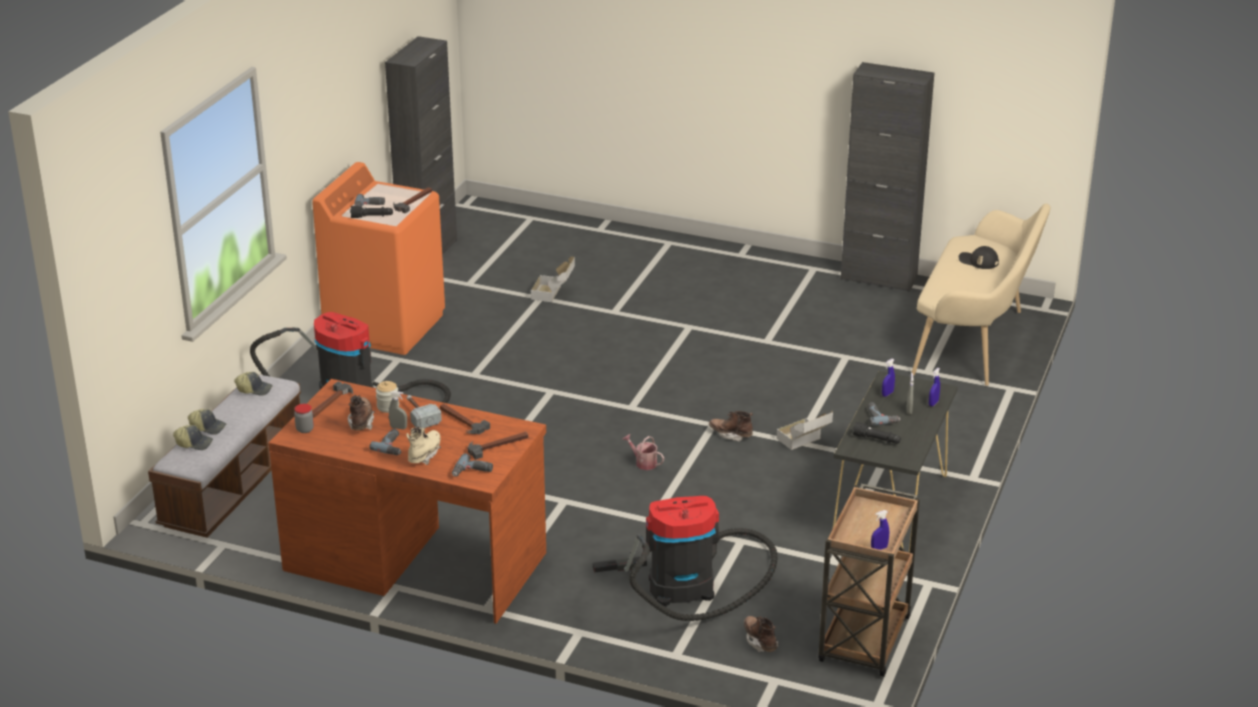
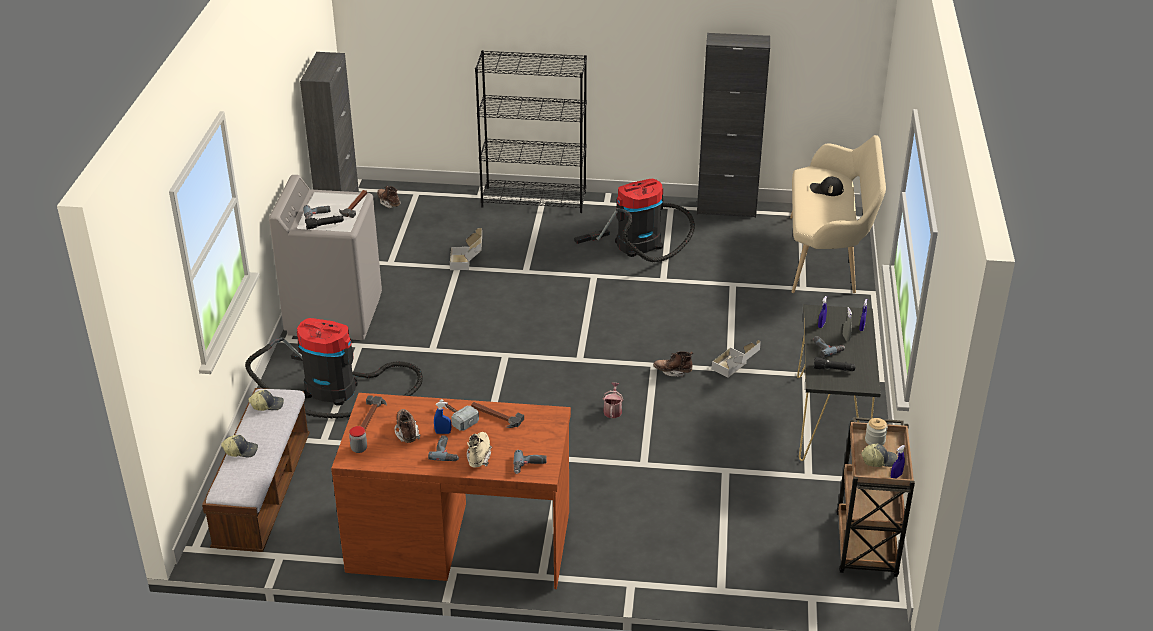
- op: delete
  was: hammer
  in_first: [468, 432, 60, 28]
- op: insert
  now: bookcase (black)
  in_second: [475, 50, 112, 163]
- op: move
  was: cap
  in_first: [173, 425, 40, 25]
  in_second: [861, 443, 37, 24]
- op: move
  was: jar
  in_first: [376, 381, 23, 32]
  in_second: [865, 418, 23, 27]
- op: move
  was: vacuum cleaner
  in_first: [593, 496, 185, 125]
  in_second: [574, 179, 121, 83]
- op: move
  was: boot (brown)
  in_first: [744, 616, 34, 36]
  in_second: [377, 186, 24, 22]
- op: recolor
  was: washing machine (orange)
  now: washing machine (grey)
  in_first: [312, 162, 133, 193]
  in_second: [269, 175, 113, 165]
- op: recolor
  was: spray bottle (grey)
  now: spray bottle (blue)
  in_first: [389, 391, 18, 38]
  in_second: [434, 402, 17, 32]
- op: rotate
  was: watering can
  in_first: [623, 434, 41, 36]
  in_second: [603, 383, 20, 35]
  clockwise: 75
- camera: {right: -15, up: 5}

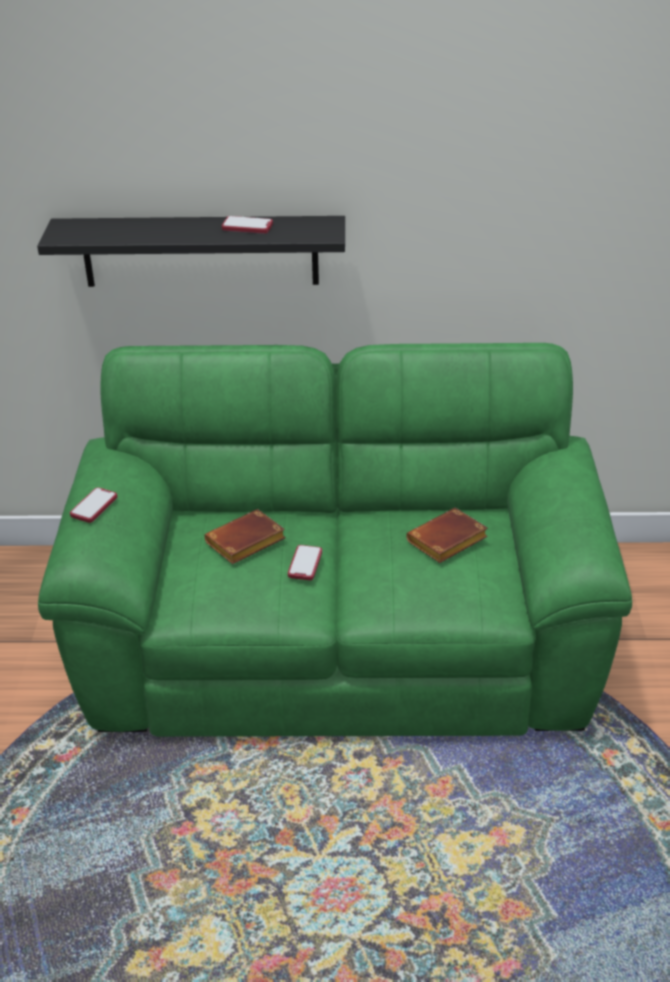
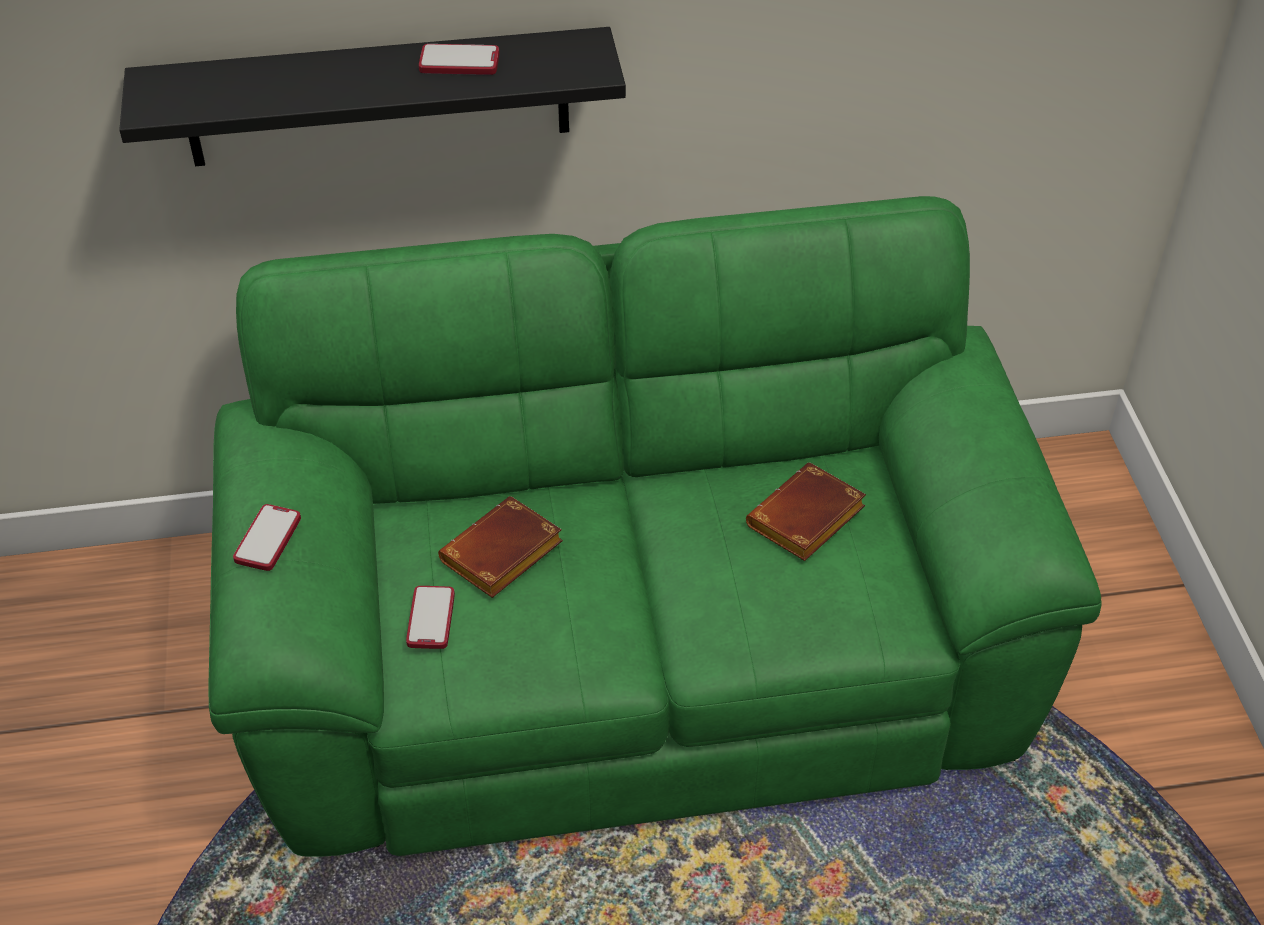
- op: move
  was: phone
  in_first: [288, 545, 34, 35]
  in_second: [406, 586, 49, 63]
- camera: {right: -10, up: 10}

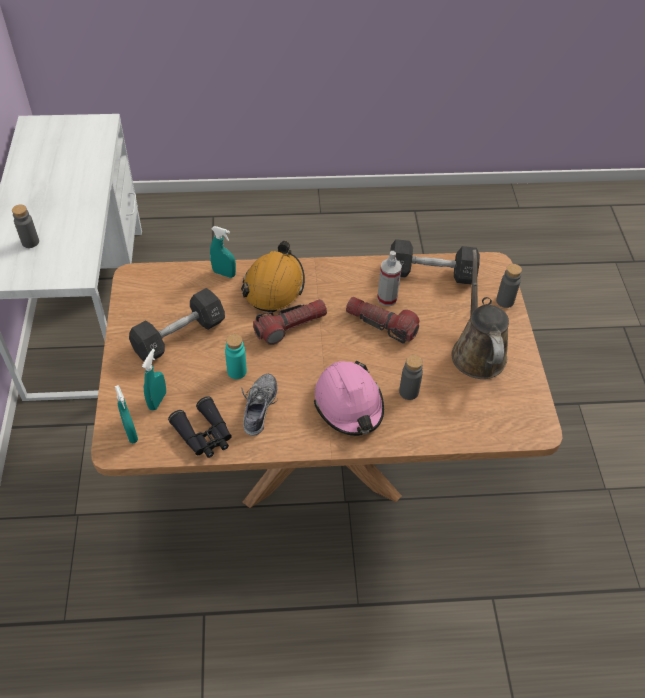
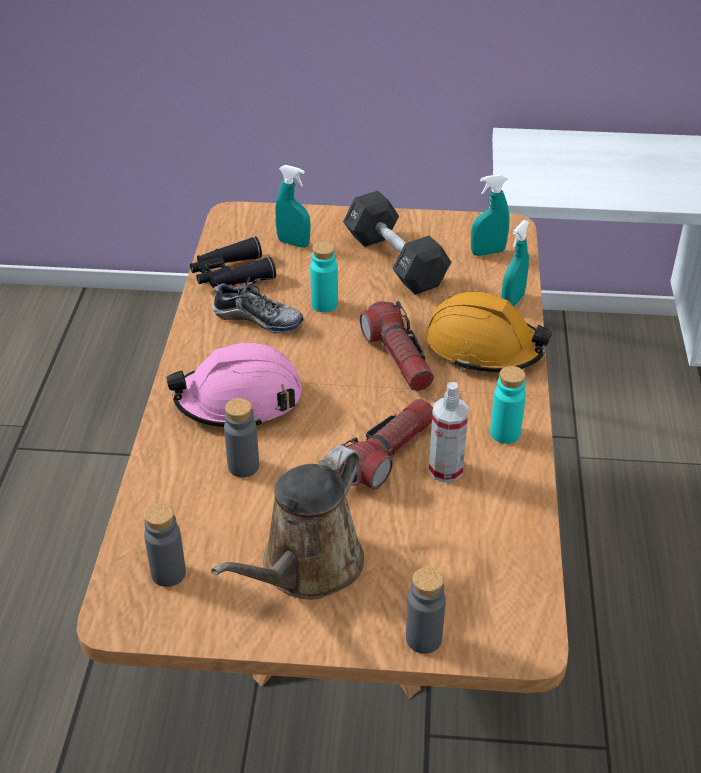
- op: delete
  was: dumbbell (black)
  in_first: [390, 239, 90, 46]
- op: insert
  now: bottle (turquoise)
  in_second: [490, 366, 36, 78]
- op: move
  was: bottle (grey)
  in_first: [12, 205, 27, 43]
  in_second: [144, 503, 42, 84]
- op: move
  was: spray bottle (turquoise)
  in_first: [115, 385, 23, 58]
  in_second: [471, 174, 39, 82]
- op: rotate
  was: watering can (brown)
  in_first: [451, 249, 58, 130]
  in_second: [211, 445, 153, 155]
  clockwise: 120
- camera: {right: 100, up: -10}

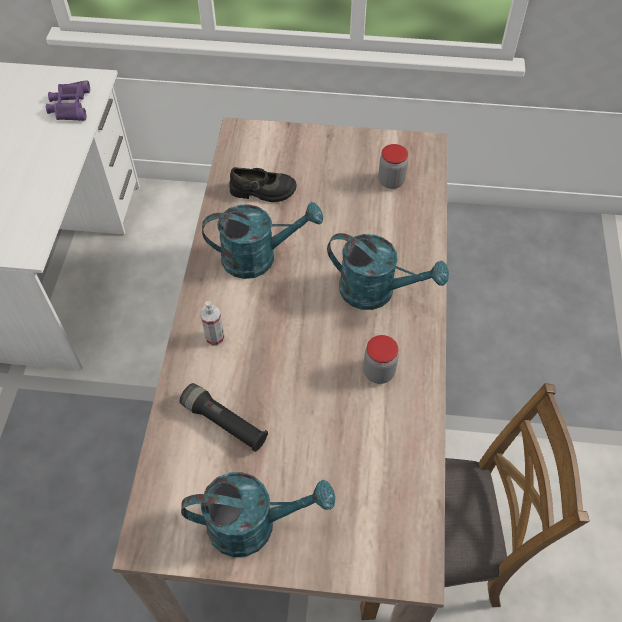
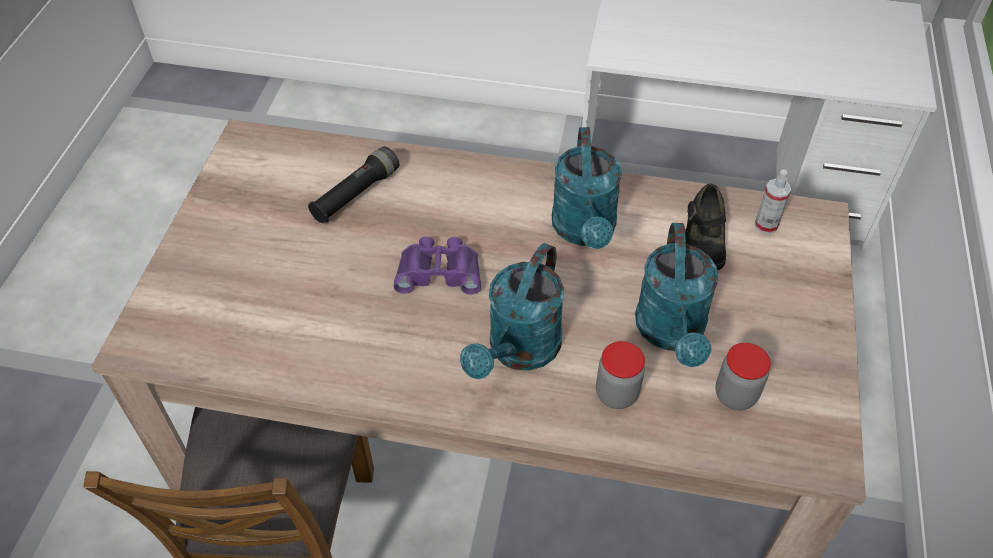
- op: move
  was: binoculars (purple)
  in_first: [46, 81, 44, 40]
  in_second: [394, 237, 87, 58]
- op: move
  was: watering can (turquoise)
  in_first: [181, 472, 154, 85]
  in_second: [635, 223, 84, 144]
- op: move
  was: spray bottle
  in_first: [200, 301, 25, 45]
  in_second: [755, 169, 36, 65]
- op: move
  was: jar
  in_first: [363, 335, 36, 49]
  in_second: [596, 341, 49, 68]
- camera: {right: 95, up: -5}

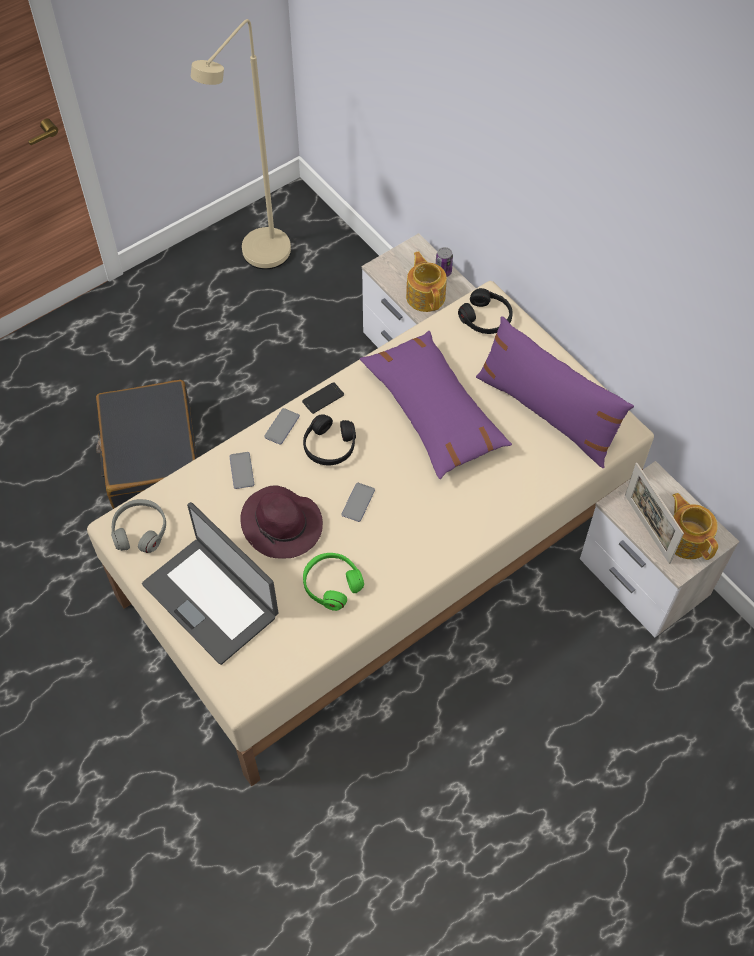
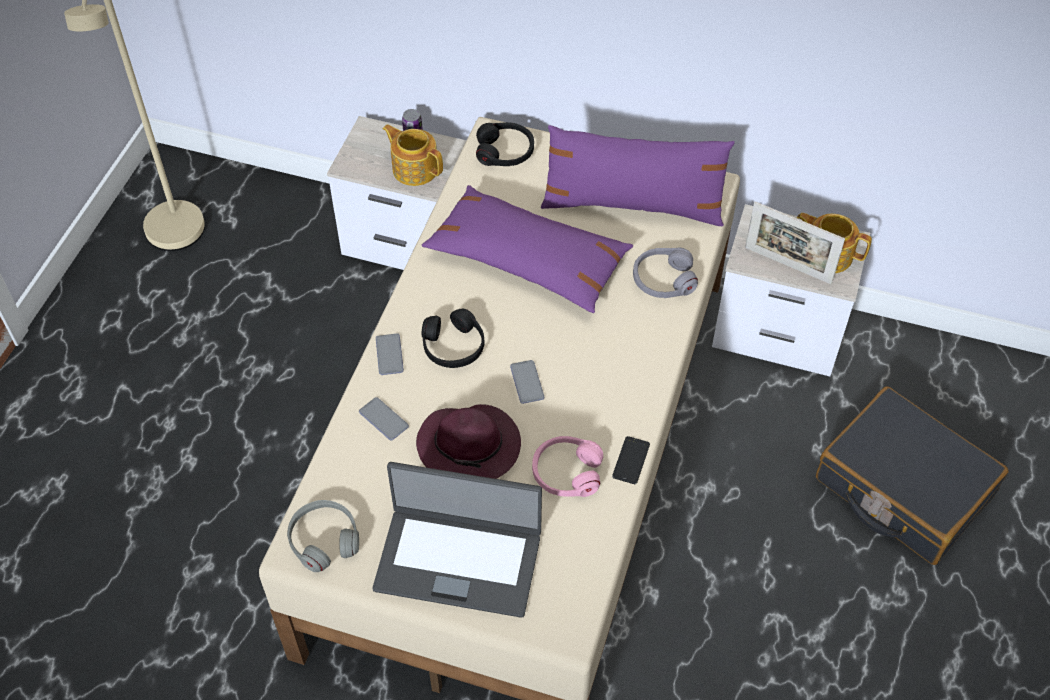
- op: insert
  now: headphones (grey)
  in_second: [633, 248, 65, 50]
- op: move
  was: suitcase (black)
  in_first: [96, 380, 101, 129]
  in_second: [816, 386, 192, 179]
- op: move
  was: phone
  in_first: [302, 382, 42, 32]
  in_second: [612, 436, 38, 48]
- op: recolor
  was: headphones (green)
  now: headphones (pink)
  in_first: [303, 553, 61, 58]
  in_second: [532, 436, 71, 61]
- camera: {right: -35, up: -5}

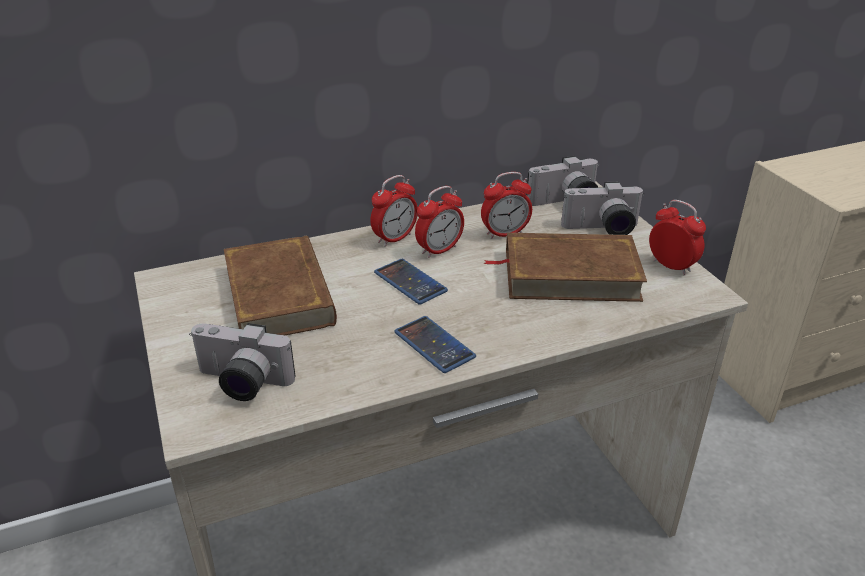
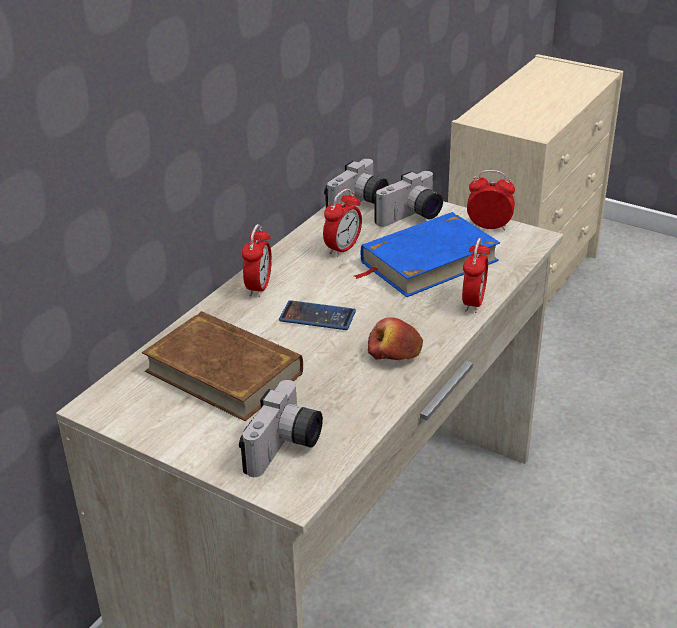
- op: move
  was: alarm clock
  in_first: [415, 186, 49, 72]
  in_second: [462, 238, 28, 75]
- op: replace
  was: phone
  now: apple
  in_first: [394, 316, 82, 57]
  in_second: [368, 317, 55, 43]
- op: recolor
  was: book (brown)
  now: book (blue)
  in_first: [483, 233, 164, 69]
  in_second: [355, 212, 145, 85]
- op: rotate
  was: photo camera
  in_first: [189, 323, 106, 78]
  in_second: [239, 380, 84, 97]
  clockwise: -45
- camera: {right: -35, up: 0}

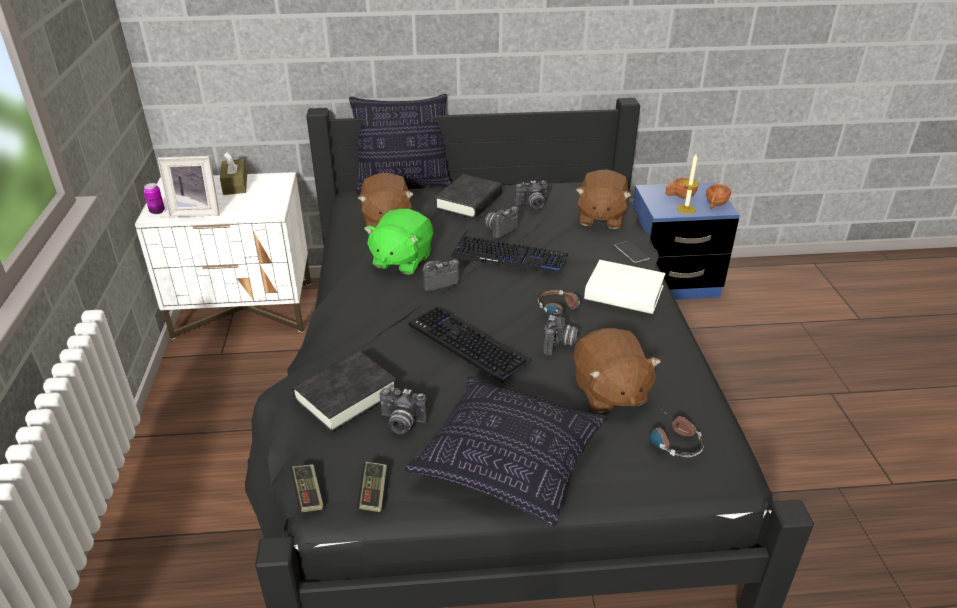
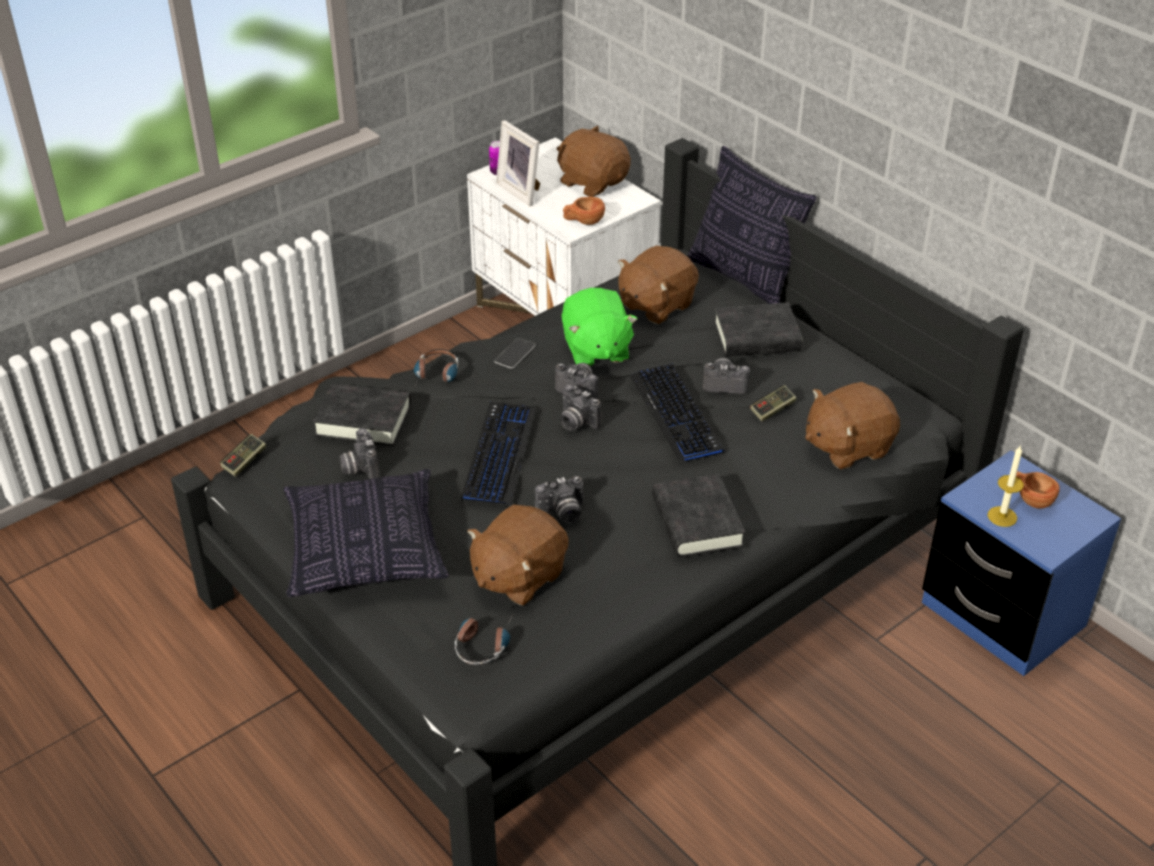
- op: move
  was: game controller
  in_first: [357, 462, 30, 50]
  in_second: [750, 385, 47, 37]
- op: move
  was: photo camera
  in_first: [515, 180, 33, 29]
  in_second: [560, 385, 41, 46]
- op: move
  was: headphones
  in_first: [538, 290, 42, 26]
  in_second: [414, 349, 44, 36]
- op: move
  was: phone
  in_first: [614, 241, 35, 22]
  in_second: [494, 338, 42, 31]
- op: move
  was: cup (brown)
  in_first: [706, 184, 25, 25]
  in_second: [563, 197, 42, 28]
- op: replace
  was: tissue box (brown)
  now: plush toy (brown)
  in_first: [220, 152, 27, 43]
  in_second: [556, 125, 75, 72]
- op: recolor
  was: book (white)
  now: book (black)
  in_first: [584, 260, 81, 54]
  in_second: [652, 473, 93, 85]
- op: rotate
  was: plush toy (green)
  in_first: [364, 209, 69, 66]
  in_second: [562, 288, 76, 78]
  clockwise: -90
- camera: {right: 55, up: 5}

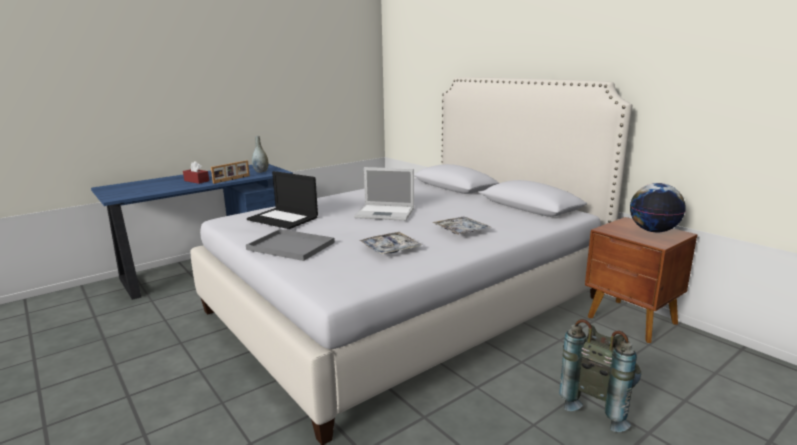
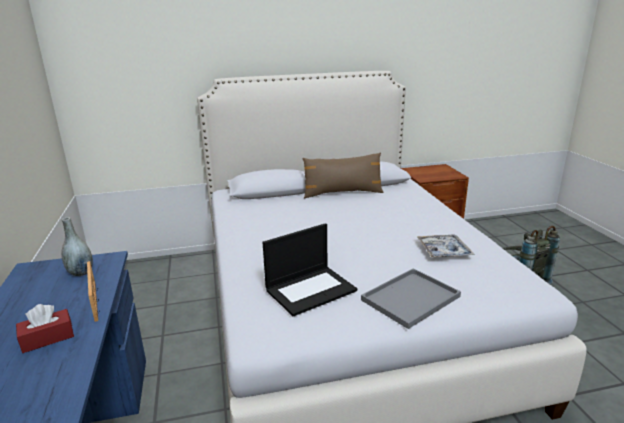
- op: delete
  was: laptop
  in_first: [354, 167, 60, 54]
- op: delete
  was: tray
  in_first: [433, 217, 58, 18]
- op: delete
  was: globe
  in_first: [630, 183, 56, 50]
- op: insert
  now: pillow (brown)
  in_second: [303, 152, 81, 46]
- camera: {right: -65, up: 5}

